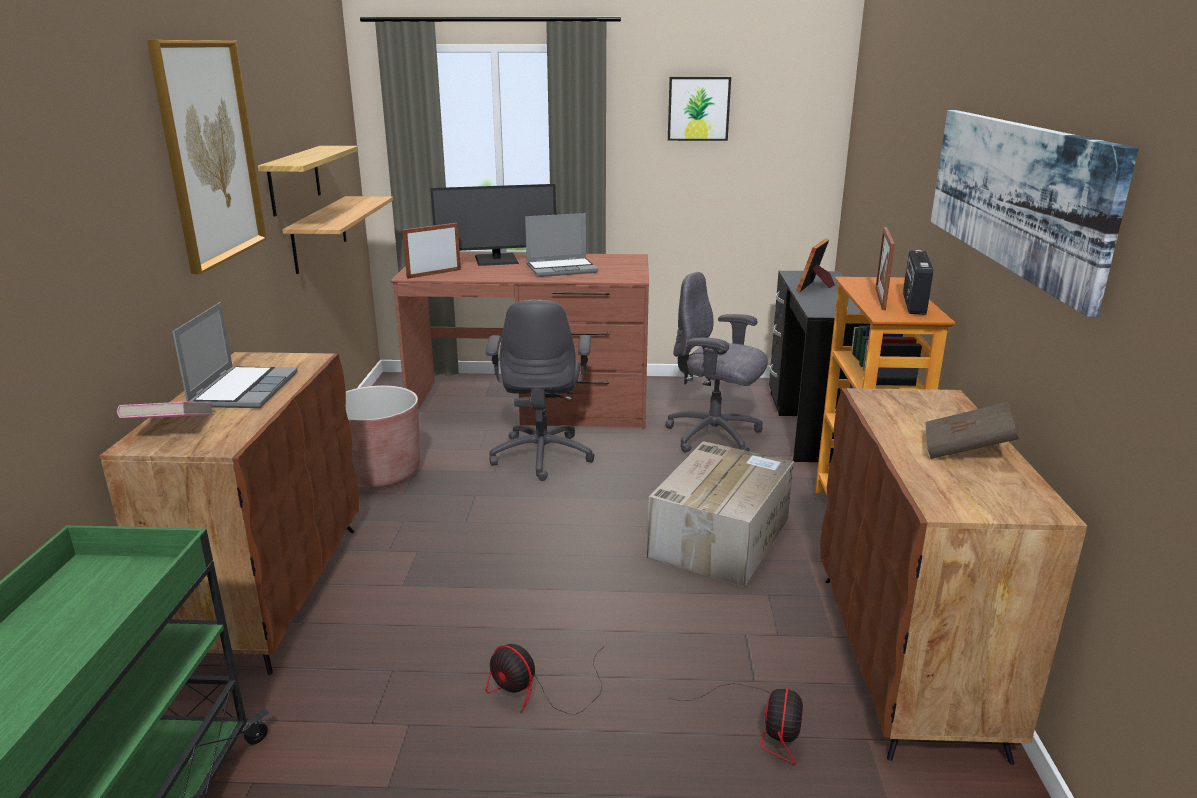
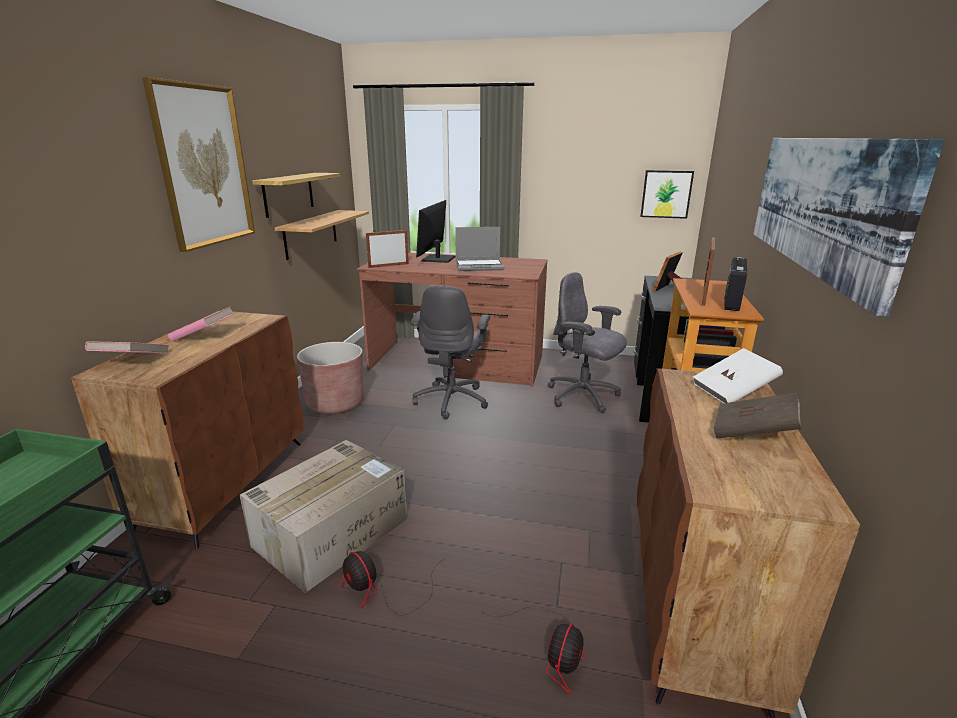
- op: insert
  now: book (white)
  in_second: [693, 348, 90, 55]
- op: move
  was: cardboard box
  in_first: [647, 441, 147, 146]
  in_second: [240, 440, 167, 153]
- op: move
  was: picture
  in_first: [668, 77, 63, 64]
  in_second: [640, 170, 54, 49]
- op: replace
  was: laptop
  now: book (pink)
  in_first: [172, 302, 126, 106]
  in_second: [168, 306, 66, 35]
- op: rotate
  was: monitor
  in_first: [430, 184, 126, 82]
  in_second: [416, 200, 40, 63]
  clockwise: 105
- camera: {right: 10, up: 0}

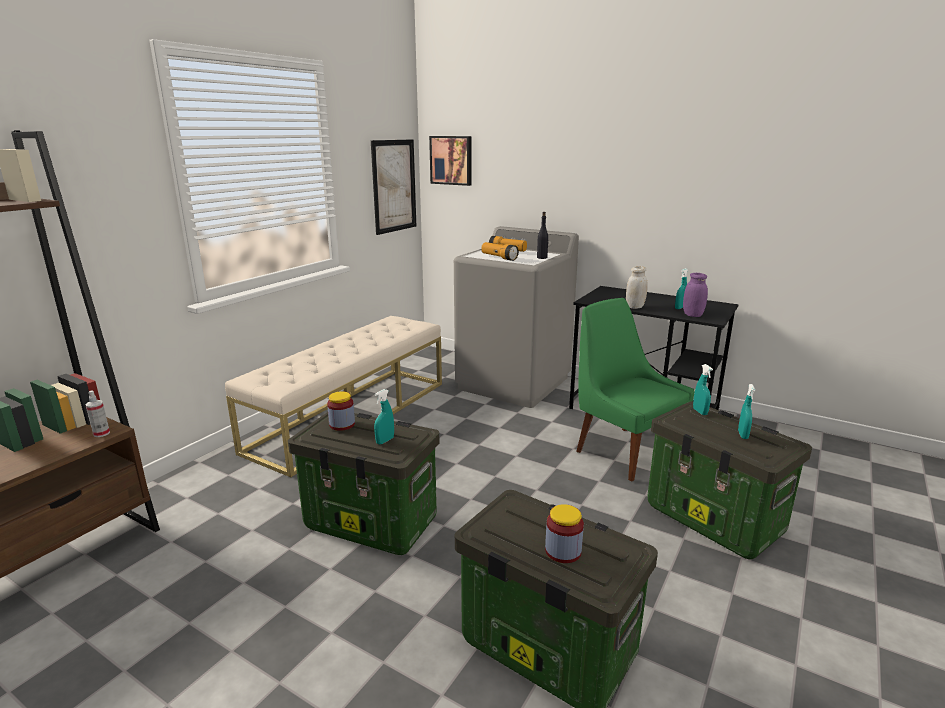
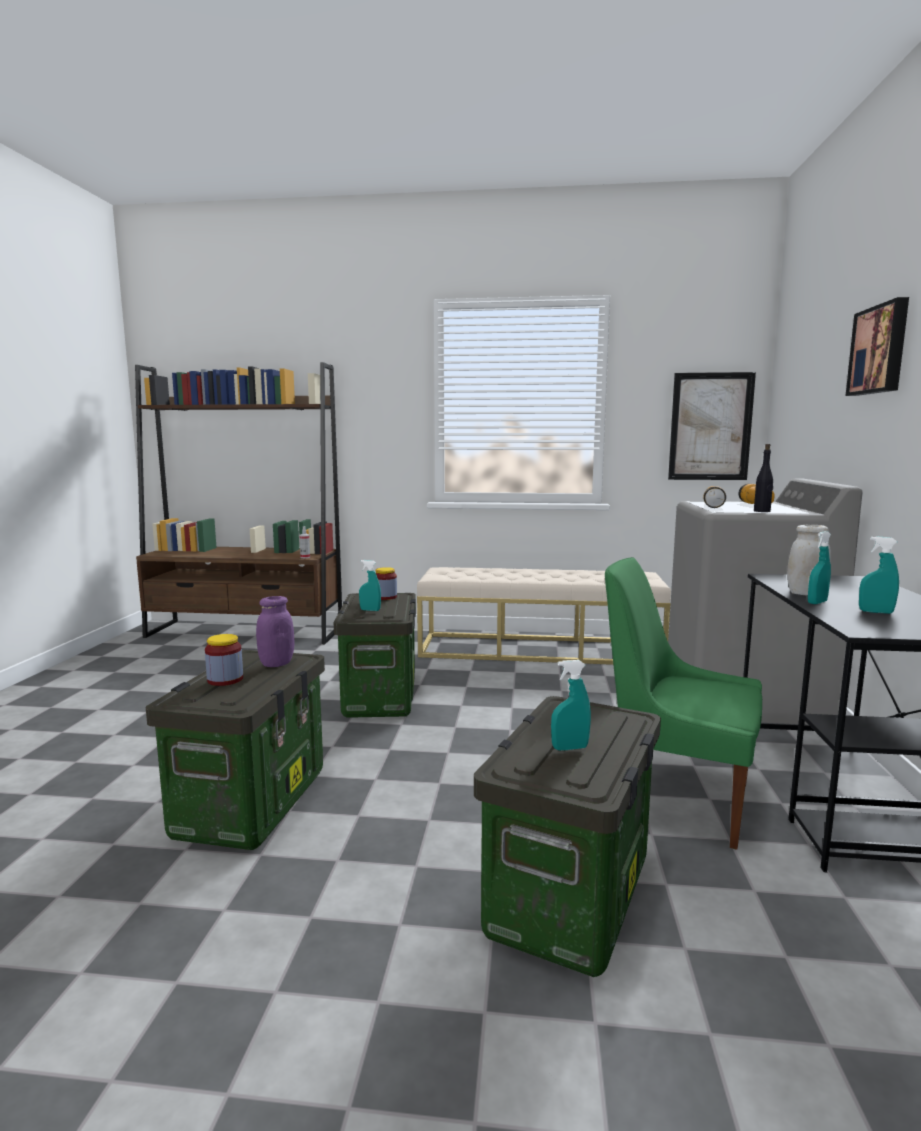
- op: move
  was: picture
  in_first: [429, 136, 43, 50]
  in_second: [846, 297, 63, 99]
- op: move
  was: jar (purple)
  in_first: [683, 273, 25, 44]
  in_second: [256, 596, 39, 71]
- op: move
  was: spray bottle (turquoise)
  in_first: [693, 364, 20, 51]
  in_second: [808, 531, 23, 73]
- op: rotate
  was: chair (green)
  in_first: [576, 298, 119, 184]
  in_second: [605, 557, 157, 293]
  clockwise: -90
- camera: {right: 65, up: -10}

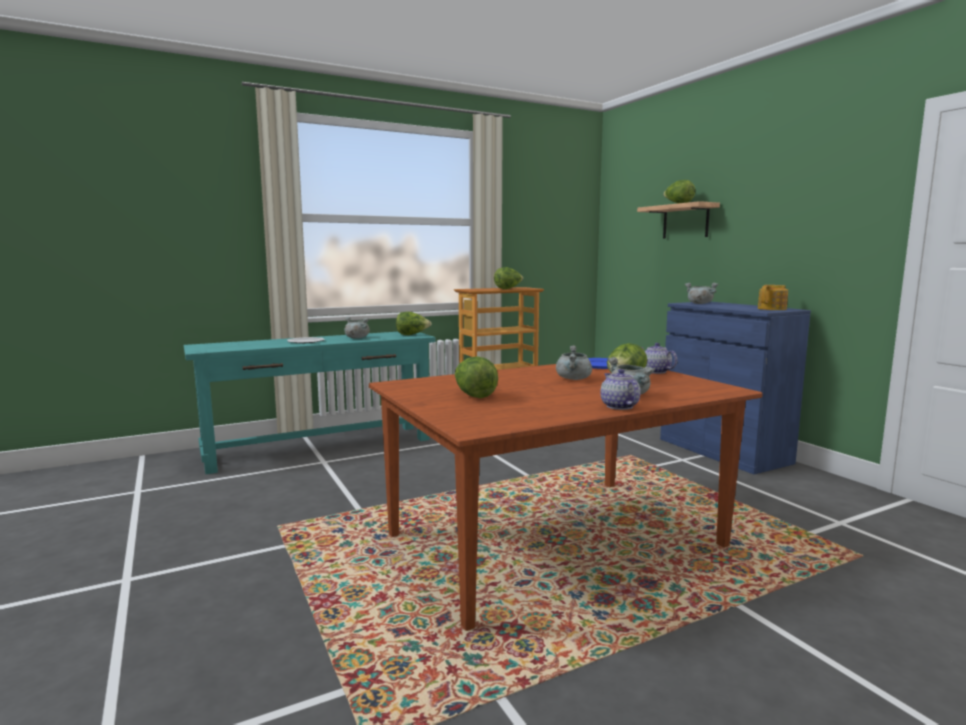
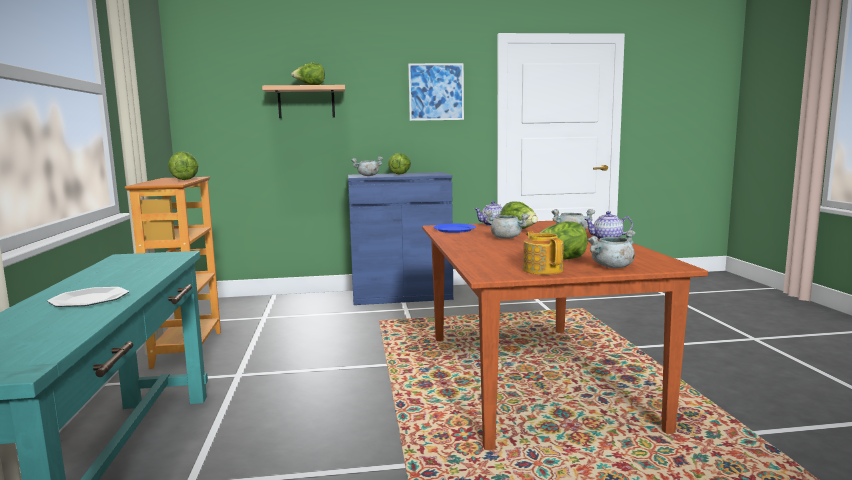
- op: insert
  now: picture
  in_second: [408, 63, 56, 58]
- op: move
  was: cooking pot (grey)
  in_first: [345, 317, 25, 21]
  in_second: [587, 230, 49, 38]
- op: move
  was: lettuce
  in_first: [396, 312, 36, 23]
  in_second: [388, 153, 23, 21]
- op: move
  was: teapot
  in_first: [758, 285, 30, 25]
  in_second: [523, 231, 41, 44]
- camera: {right: -70, up: 0}

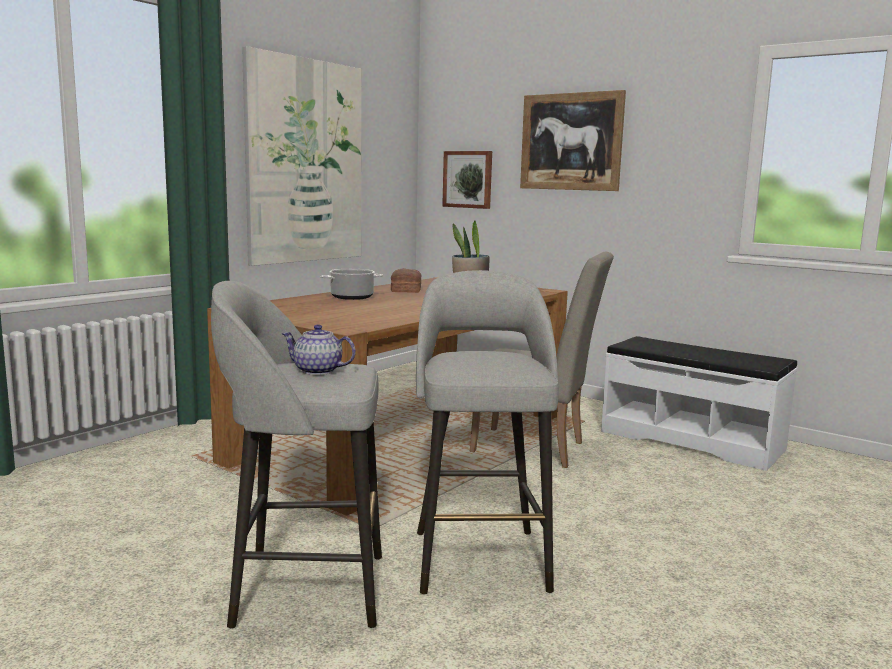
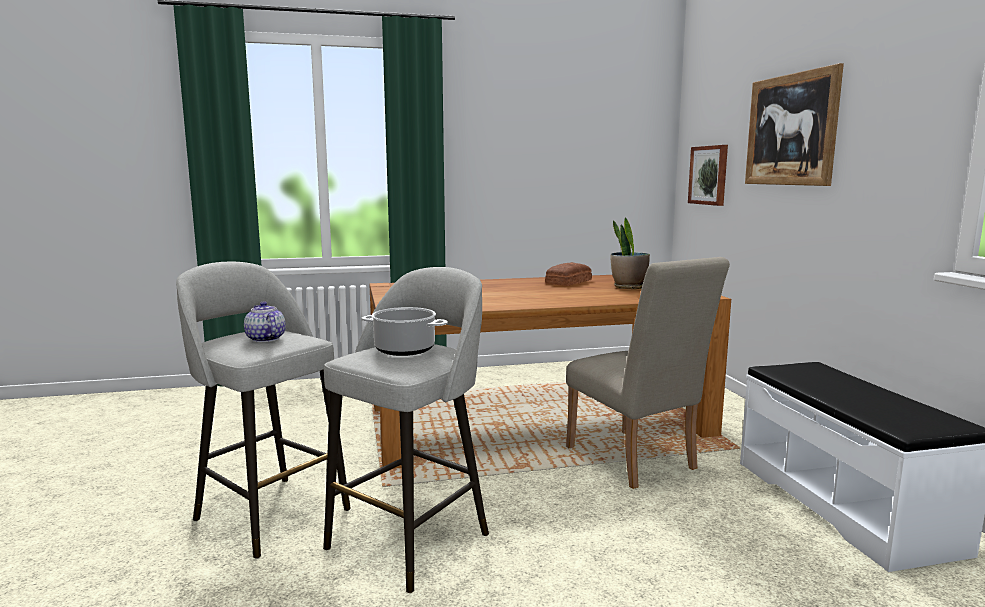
- op: delete
  was: picture
  in_first: [242, 46, 120, 220]
- op: move
  was: cooking pot
  in_first: [320, 269, 63, 31]
  in_second: [361, 307, 87, 49]
- camera: {right: 40, up: 0}

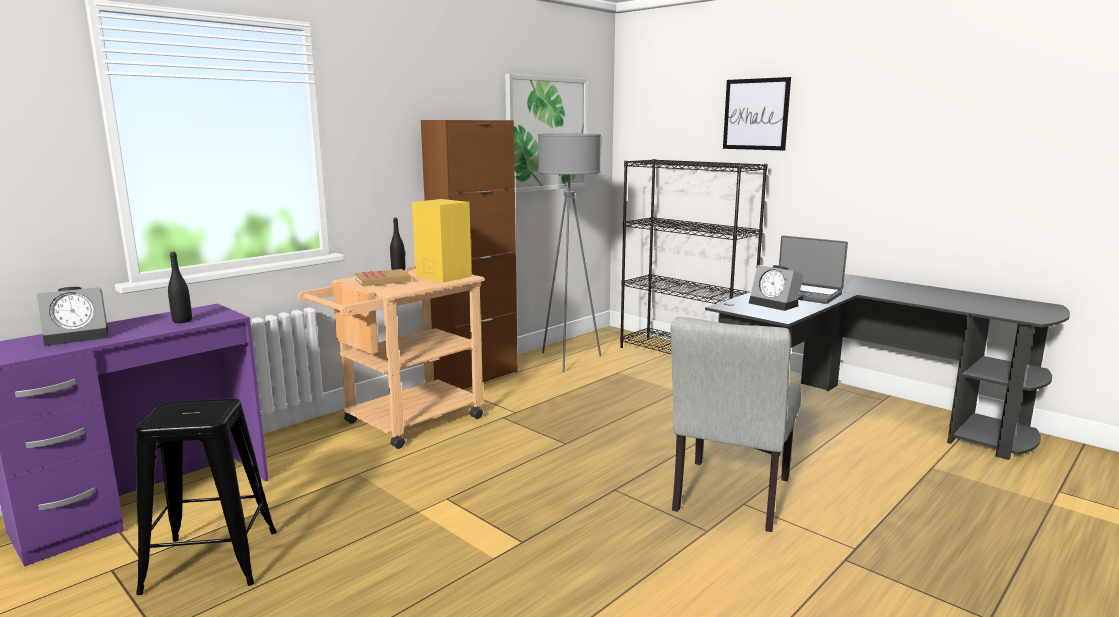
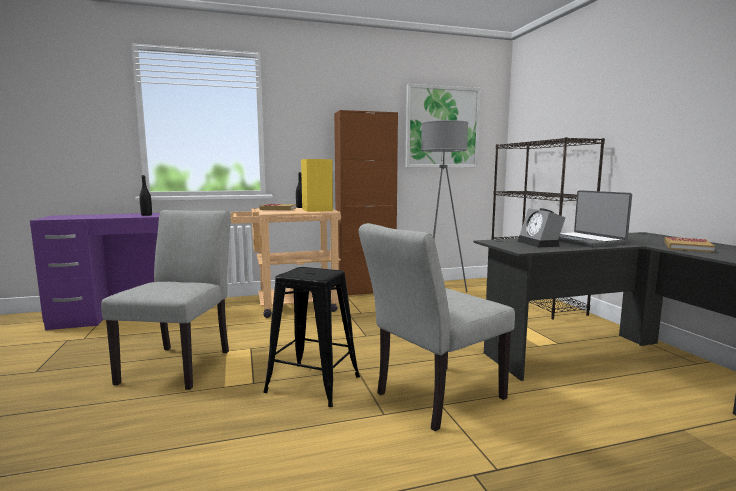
- op: delete
  was: alarm clock
  in_first: [37, 287, 71, 59]
- op: delete
  was: picture
  in_first: [723, 77, 68, 73]
- op: insert
  now: chair (grey)
  in_second: [101, 210, 130, 180]
- op: insert
  now: book
  in_second: [664, 237, 51, 15]
- op: move
  was: stool (black)
  in_first: [135, 398, 142, 197]
  in_second: [263, 267, 97, 140]
- camera: {right: 30, up: -5}

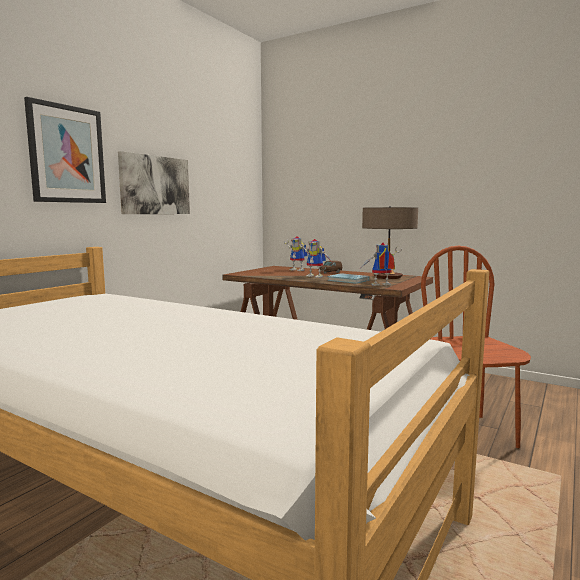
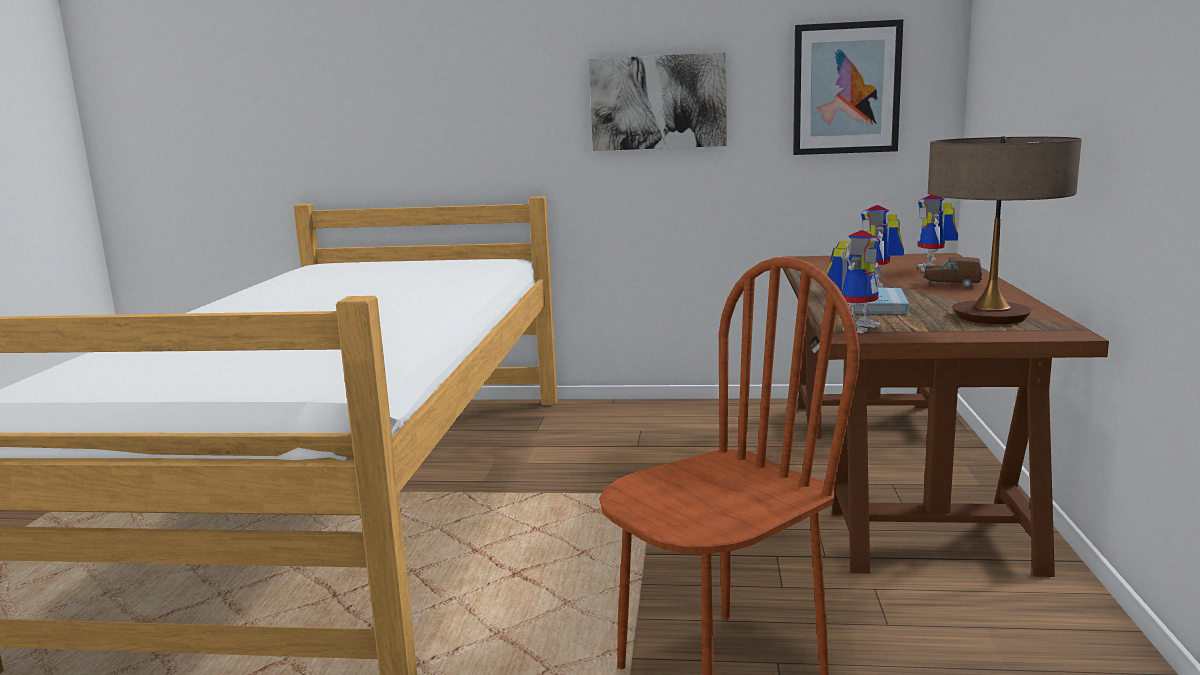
- op: move
  was: picture
  in_first: [24, 97, 82, 106]
  in_second: [793, 19, 110, 136]
- op: rotate
  was: toy robot
  in_first: [361, 243, 41, 43]
  in_second: [826, 230, 58, 103]
  clockwise: 75
- camera: {right: 65, up: 5}

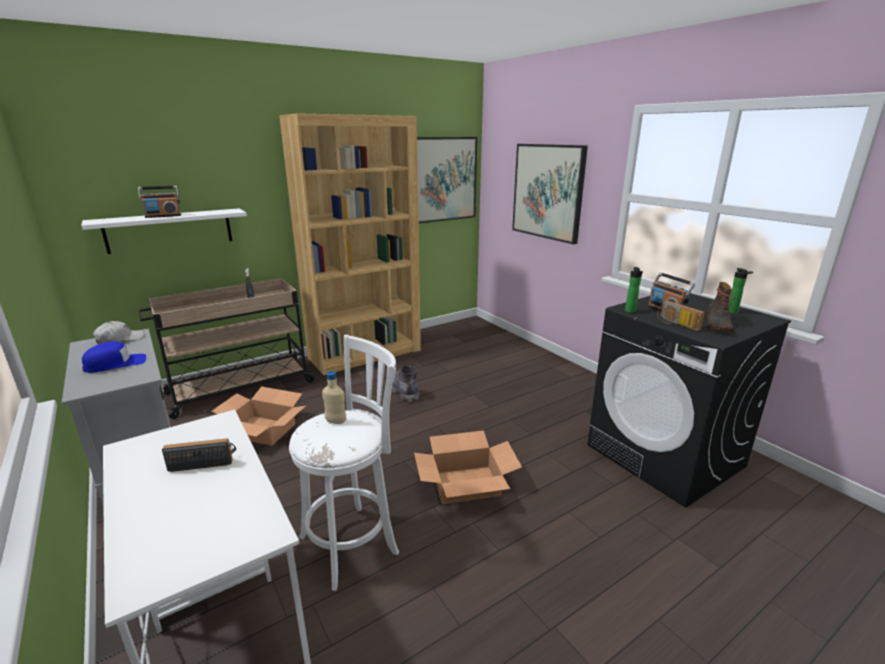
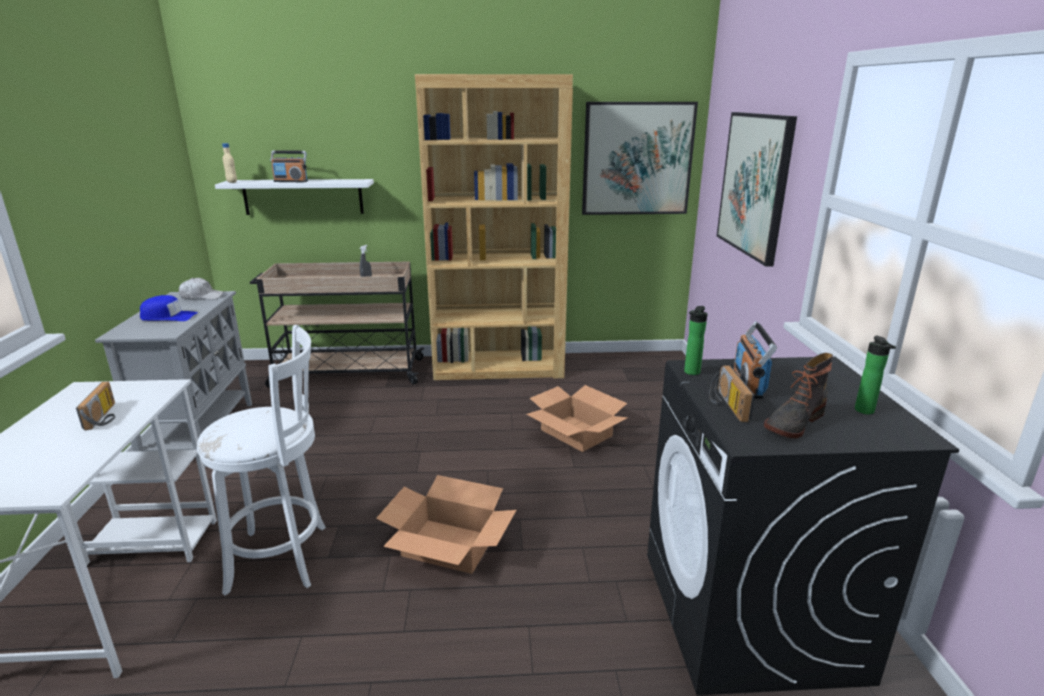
- op: delete
  was: boot (grey)
  in_first: [392, 365, 27, 37]
- op: move
  was: cardboard box
  in_first: [211, 386, 94, 60]
  in_second: [526, 385, 102, 67]
- op: move
  was: bottle (beige)
  in_first: [322, 371, 24, 53]
  in_second: [222, 143, 15, 40]
- op: rotate
  was: radio
  in_first: [162, 438, 74, 34]
  in_second: [76, 382, 39, 48]
  clockwise: 60
- camera: {right: 30, up: 0}

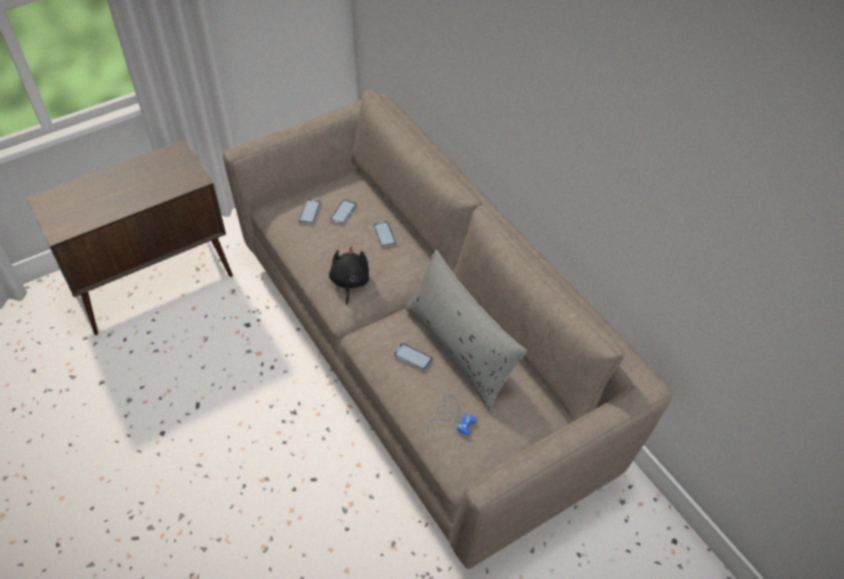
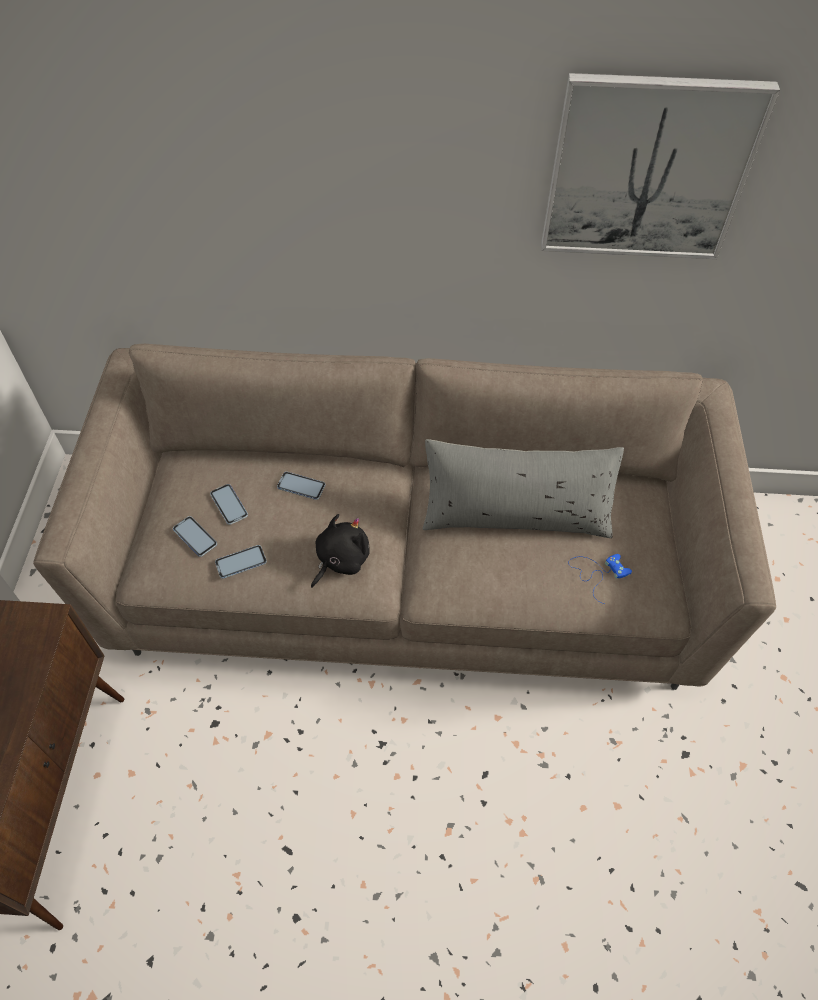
- op: insert
  now: picture
  in_second: [541, 73, 239, 186]
- op: move
  was: phone
  in_first: [394, 343, 39, 28]
  in_second: [215, 545, 52, 34]
- op: rotate
  was: plush toy (black)
  in_first: [329, 246, 40, 59]
  in_second: [311, 514, 59, 74]
  clockwise: 90
- camera: {right: -55, up: 5}

